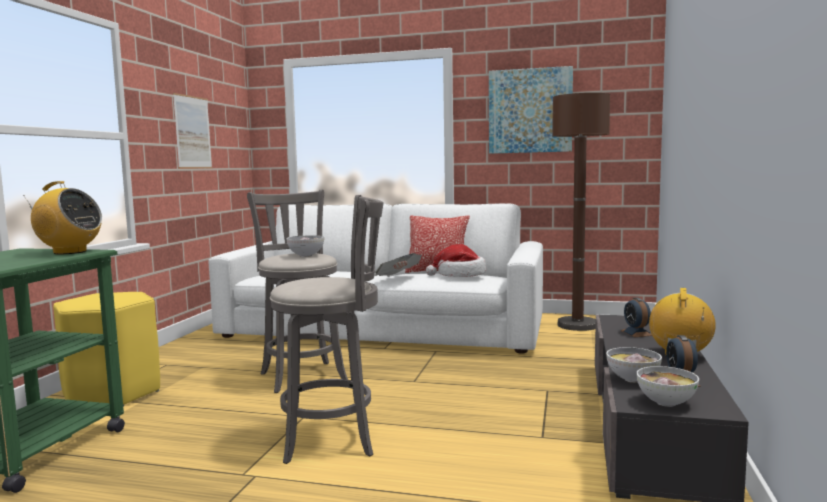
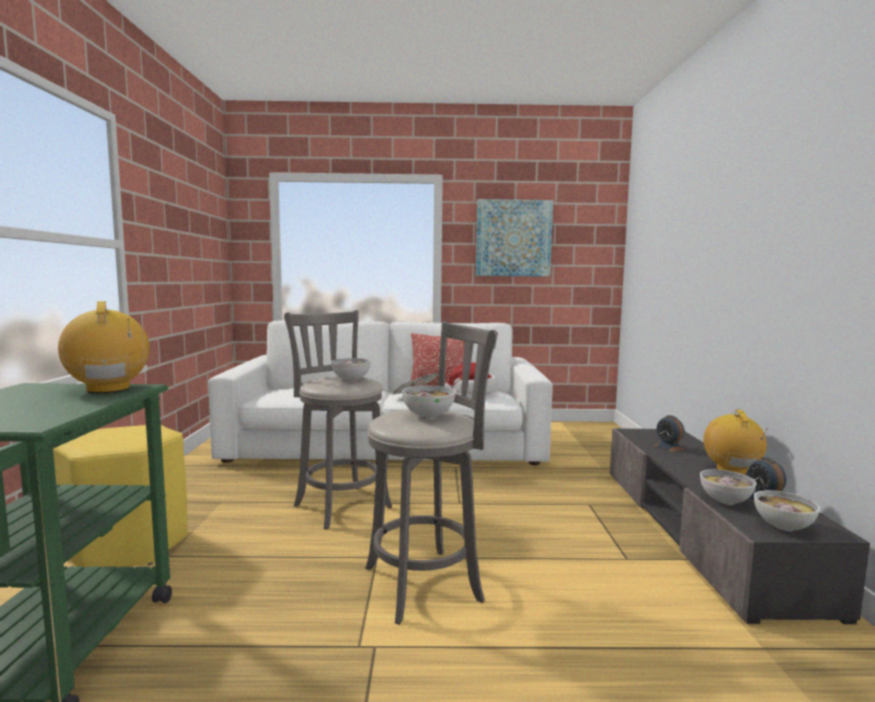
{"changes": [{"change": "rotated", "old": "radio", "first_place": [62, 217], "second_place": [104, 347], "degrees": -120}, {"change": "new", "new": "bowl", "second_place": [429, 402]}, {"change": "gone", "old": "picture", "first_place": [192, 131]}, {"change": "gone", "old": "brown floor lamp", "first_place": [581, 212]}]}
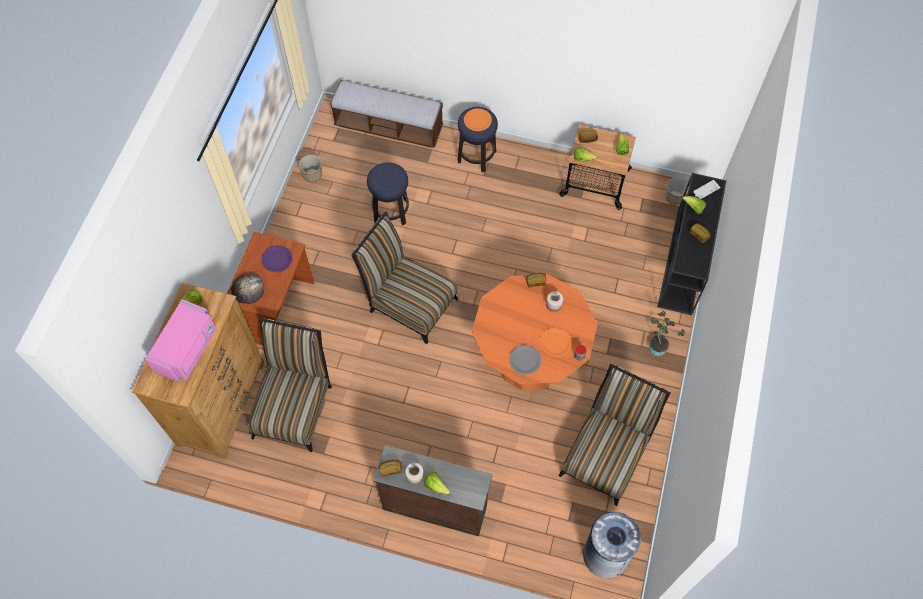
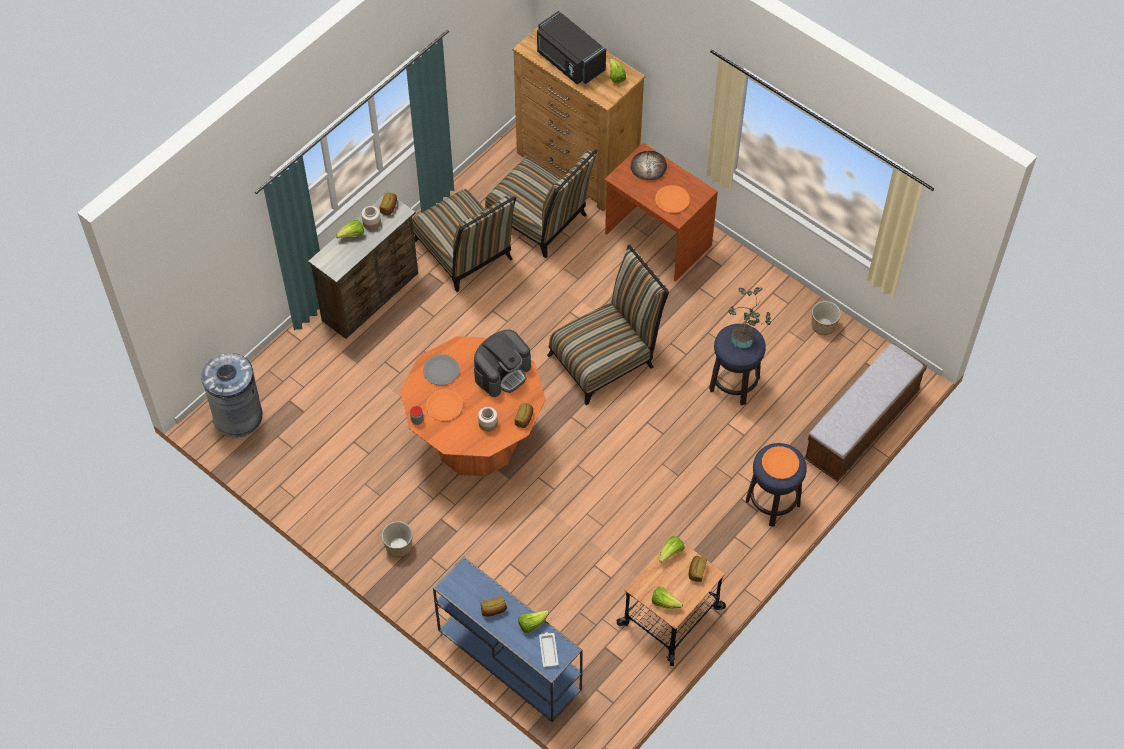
{"changes": [{"change": "shifted", "old": "planter", "first_place": [677, 191], "second_place": [397, 539]}, {"change": "shifted", "old": "chair", "first_place": [614, 435], "second_place": [464, 240]}, {"change": "repainted", "old": "black console table", "new": "blue console table", "first_place": [692, 244], "second_place": [508, 639]}, {"change": "new", "new": "coffee machine", "second_place": [502, 363]}, {"change": "repainted", "old": "pink microwave", "new": "black microwave", "first_place": [181, 340], "second_place": [571, 48]}, {"change": "repainted", "old": "purple plate", "new": "orange plate", "first_place": [277, 258], "second_place": [672, 199]}, {"change": "shifted", "old": "potted plant", "first_place": [667, 333], "second_place": [749, 318]}]}
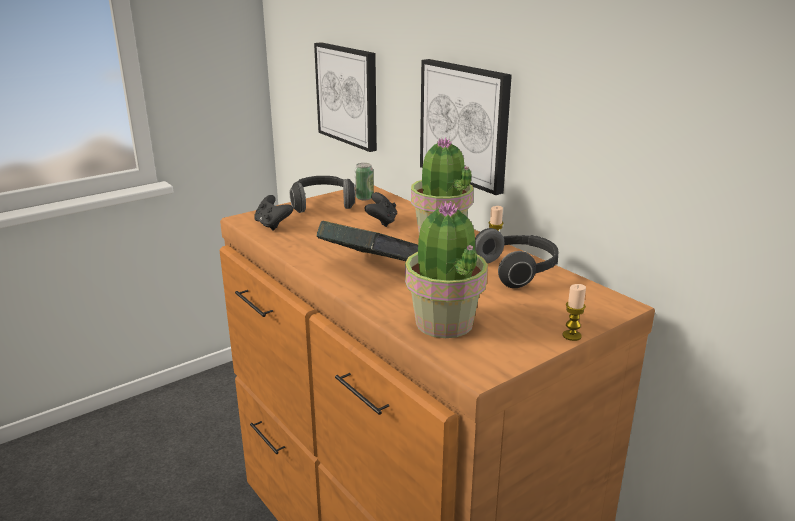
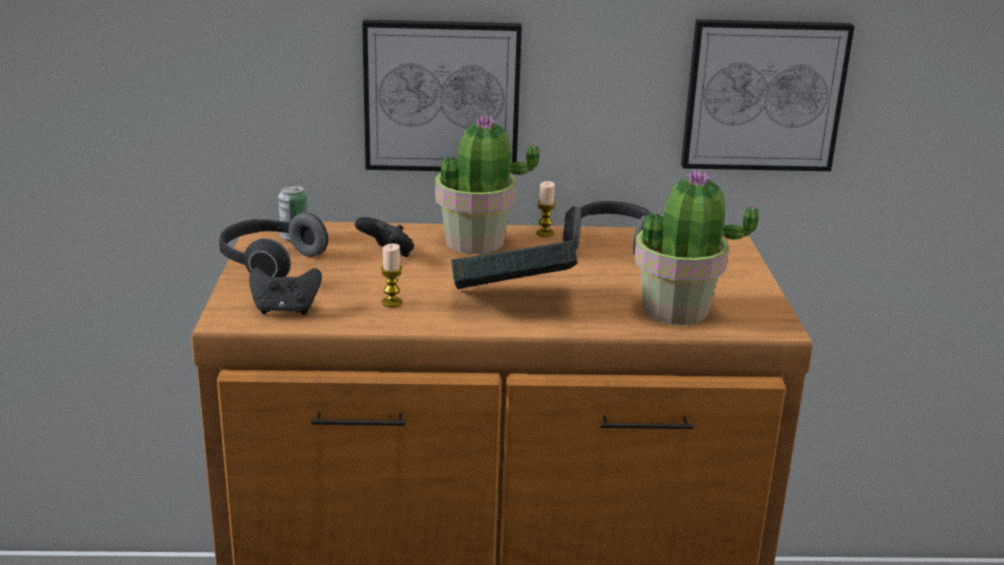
{"changes": [{"change": "shifted", "old": "candle", "first_place": [574, 312], "second_place": [391, 275]}, {"change": "shifted", "old": "picture", "first_place": [345, 97], "second_place": [768, 95]}]}
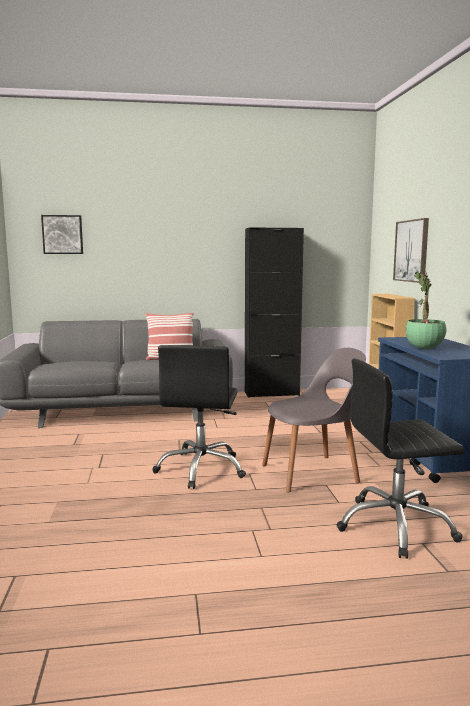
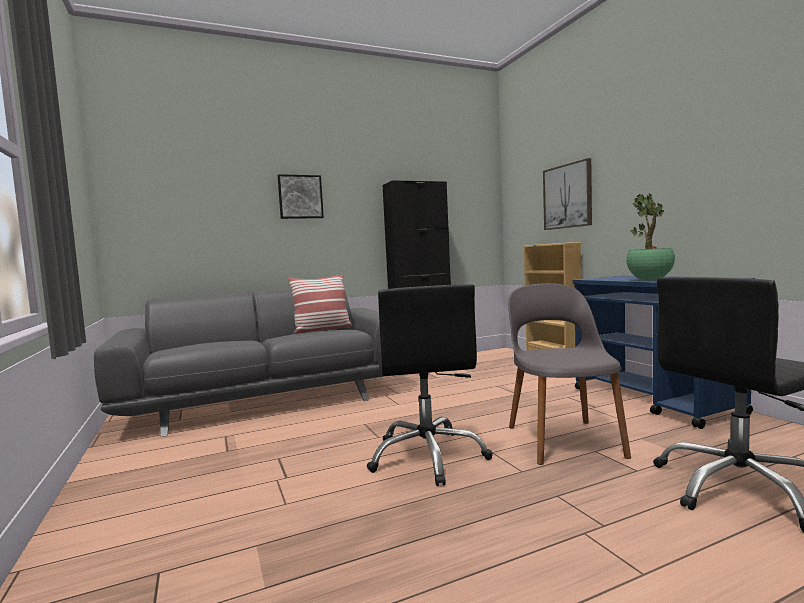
{"changes": [{"change": "shifted", "old": "picture", "first_place": [62, 234], "second_place": [300, 196]}, {"change": "rotated", "old": "grey chair", "first_place": [314, 420], "second_place": [569, 374], "degrees": -60}]}
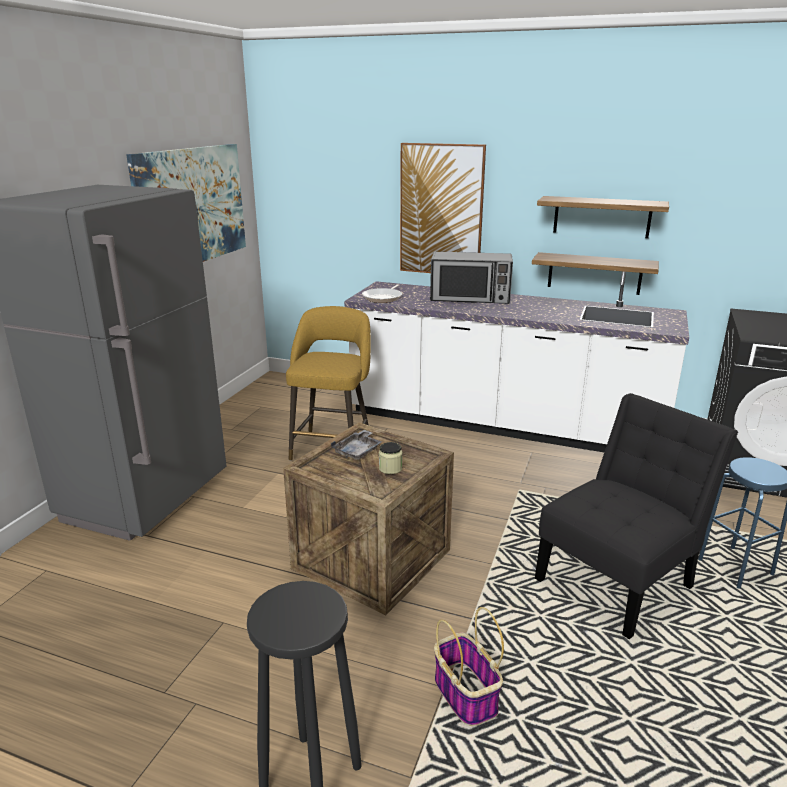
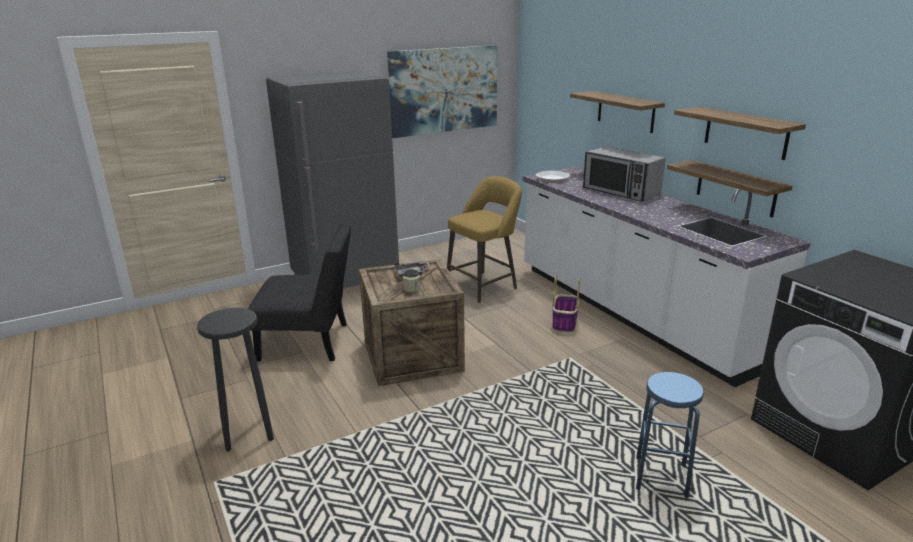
{"changes": [{"change": "shifted", "old": "black chair", "first_place": [636, 516], "second_place": [300, 292]}, {"change": "shifted", "old": "basket", "first_place": [469, 666], "second_place": [566, 304]}, {"change": "swapped", "old": "picture", "new": "shelf", "first_place": [443, 208], "second_place": [617, 112]}]}
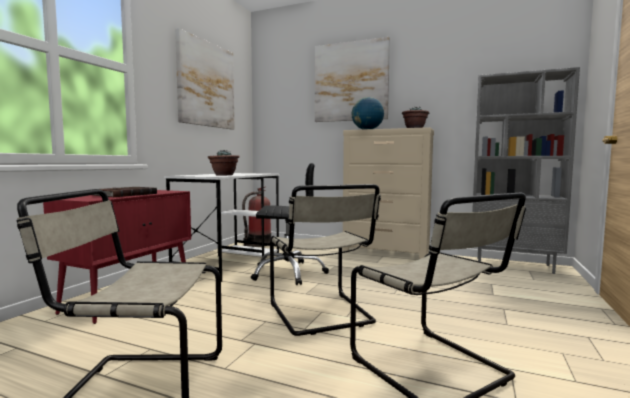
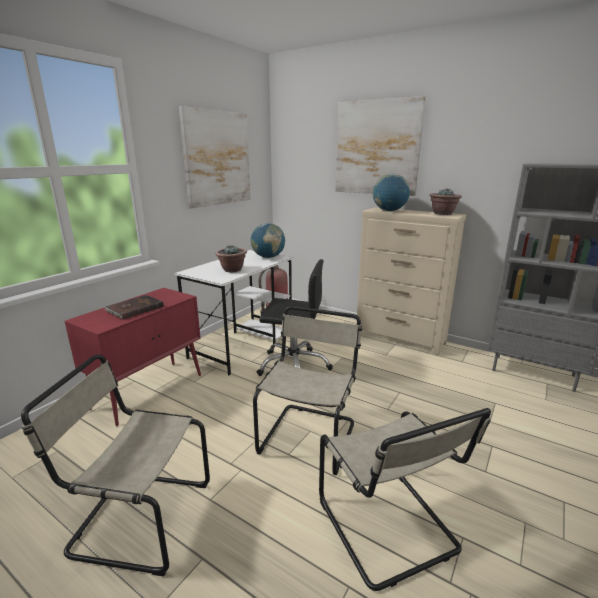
{"changes": [{"change": "new", "new": "globe", "second_place": [268, 240]}, {"change": "rotated", "old": "beige chair", "first_place": [325, 260], "second_place": [308, 390], "degrees": -150}]}
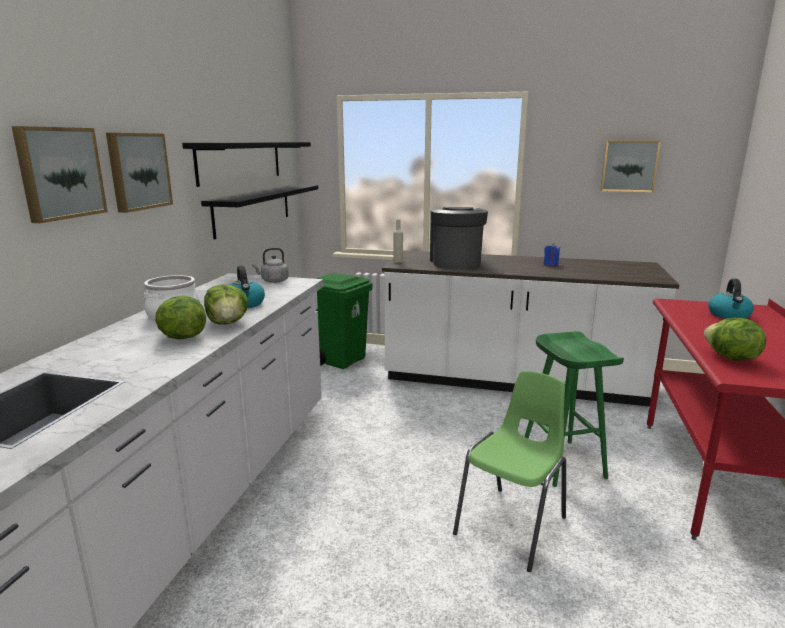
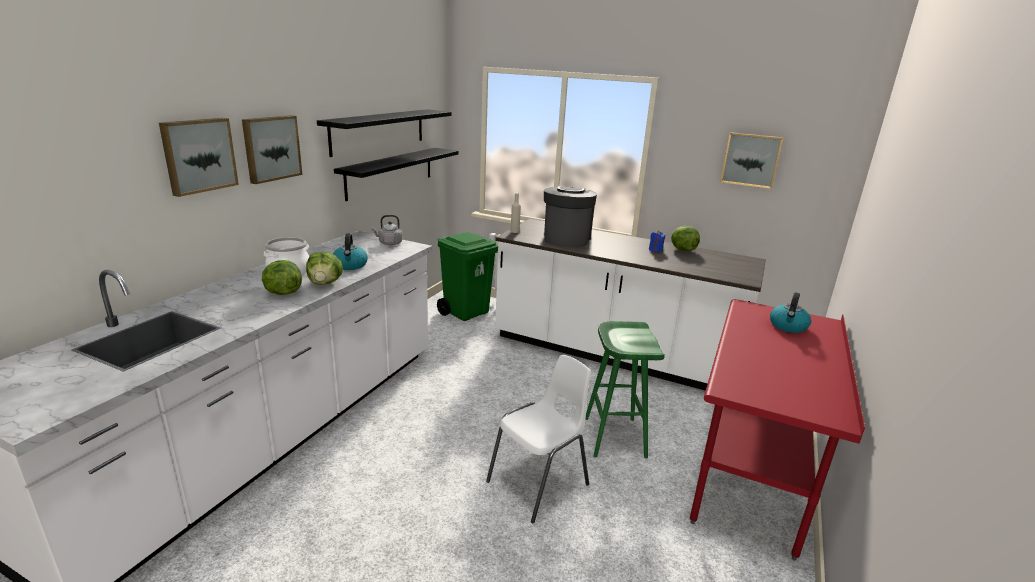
{"changes": [{"change": "repainted", "old": "green chair", "new": "white chair", "first_place": [509, 471], "second_place": [538, 439]}, {"change": "shifted", "old": "lettuce", "first_place": [735, 339], "second_place": [685, 238]}]}
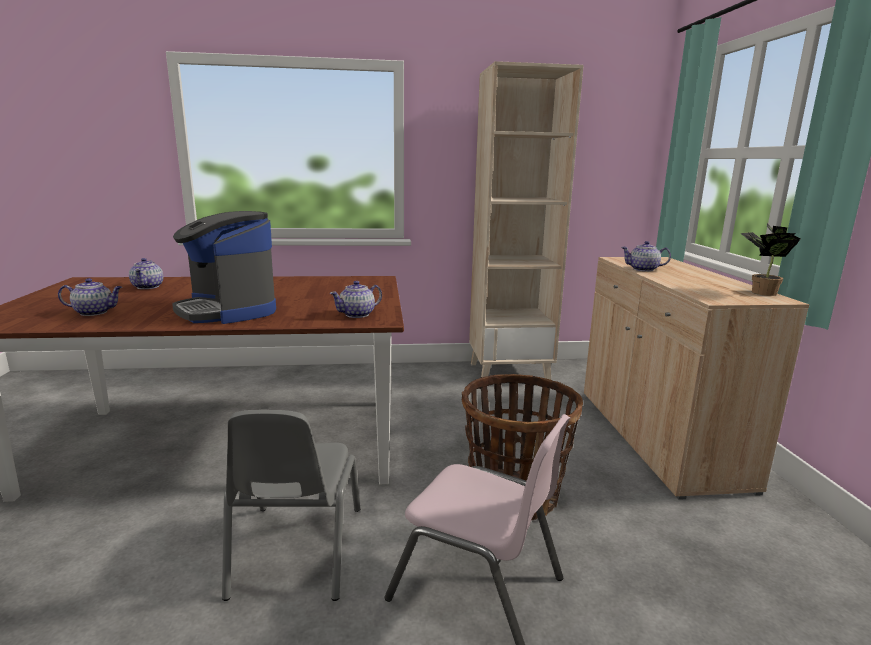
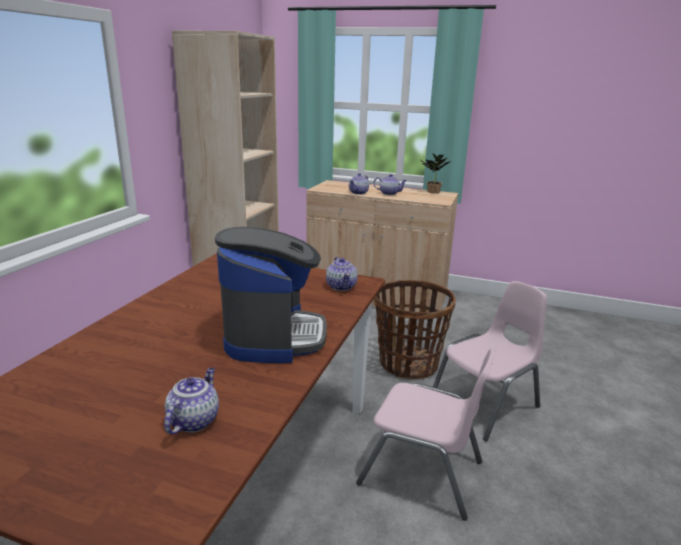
{"changes": [{"change": "rotated", "old": "coffee machine", "first_place": [224, 267], "second_place": [271, 295], "degrees": -75}, {"change": "repainted", "old": "grey chair", "new": "pink chair", "first_place": [291, 505], "second_place": [426, 434]}, {"change": "shifted", "old": "teapot", "first_place": [146, 273], "second_place": [390, 184]}]}
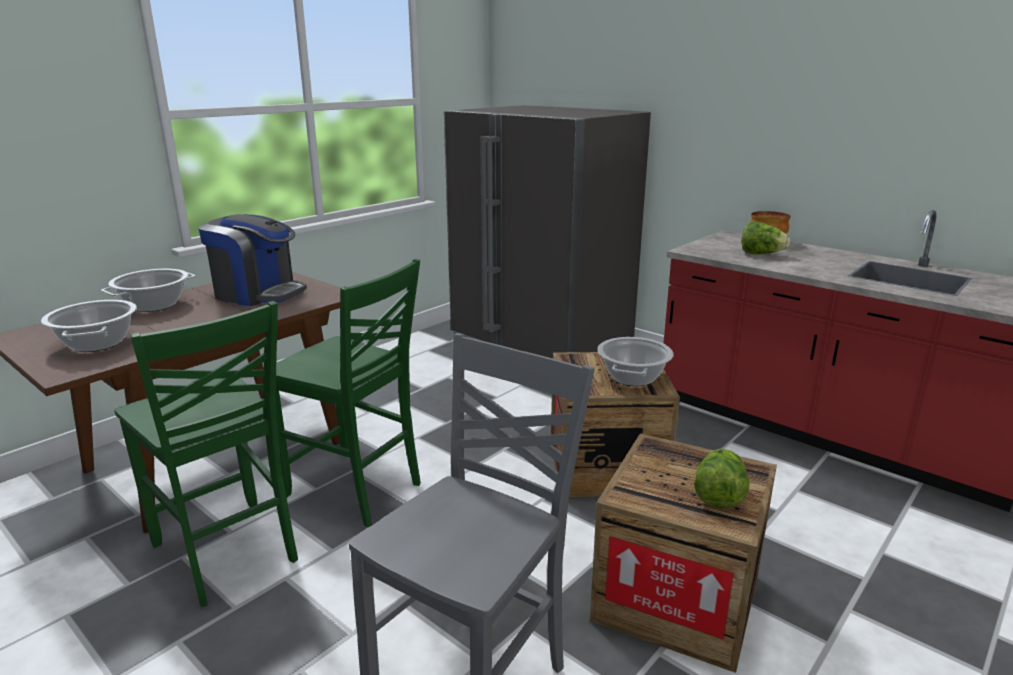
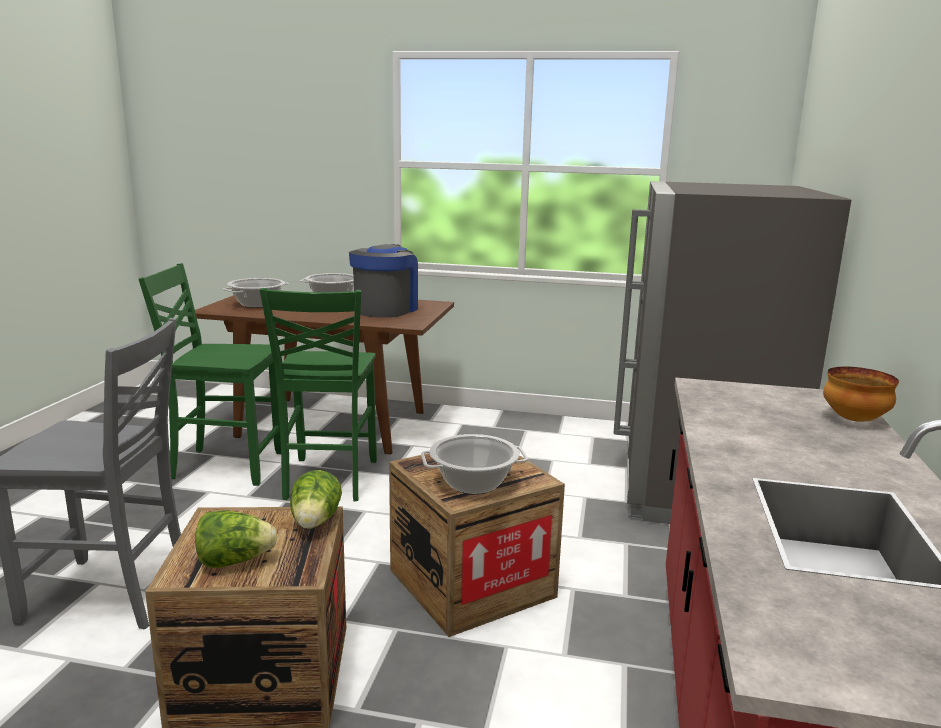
{"changes": [{"change": "rotated", "old": "green chair", "first_place": [206, 454], "second_place": [210, 374], "degrees": 75}, {"change": "shifted", "old": "lettuce", "first_place": [766, 238], "second_place": [316, 499]}, {"change": "rotated", "old": "coffee machine", "first_place": [252, 260], "second_place": [383, 281], "degrees": -150}]}
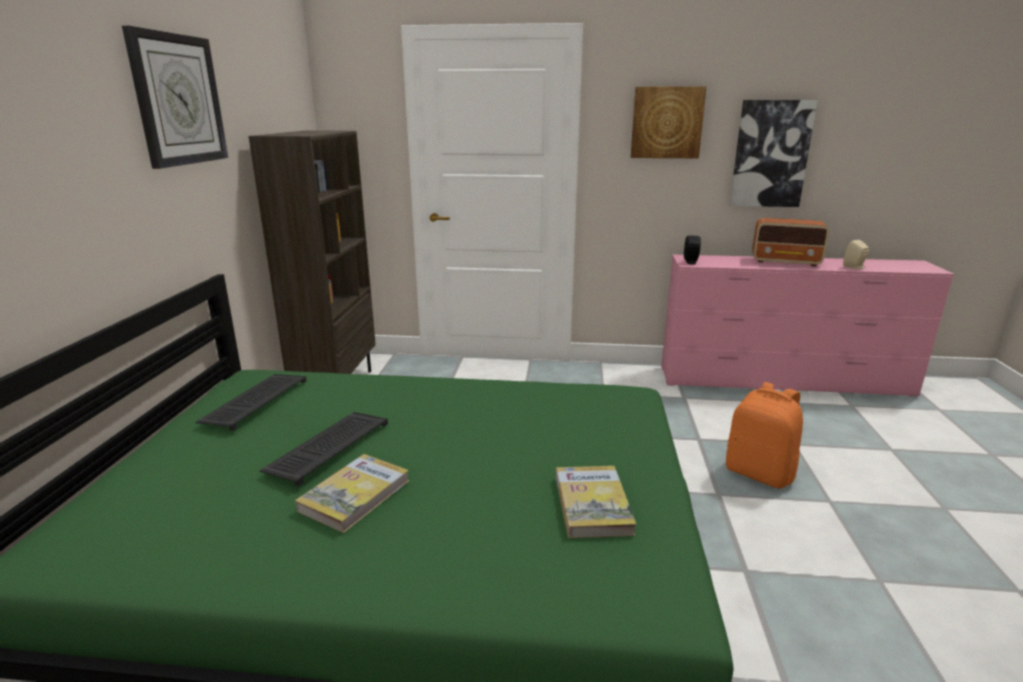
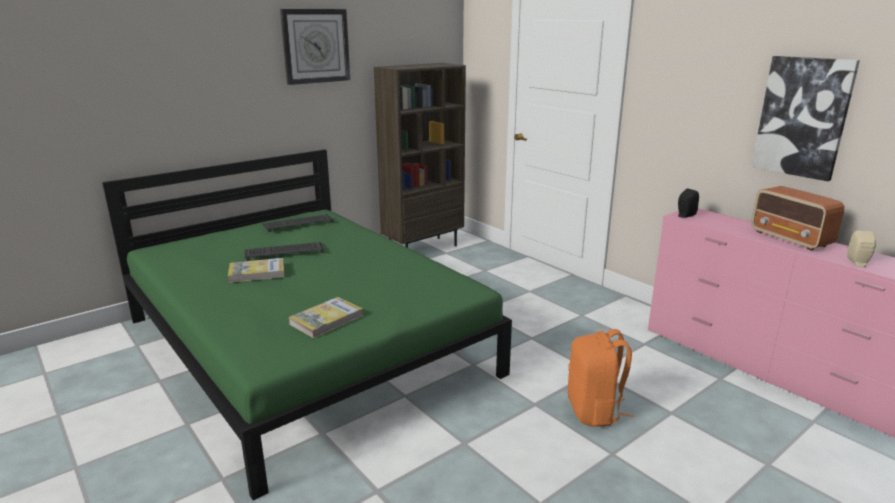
{"changes": [{"change": "gone", "old": "picture", "first_place": [669, 122]}]}
